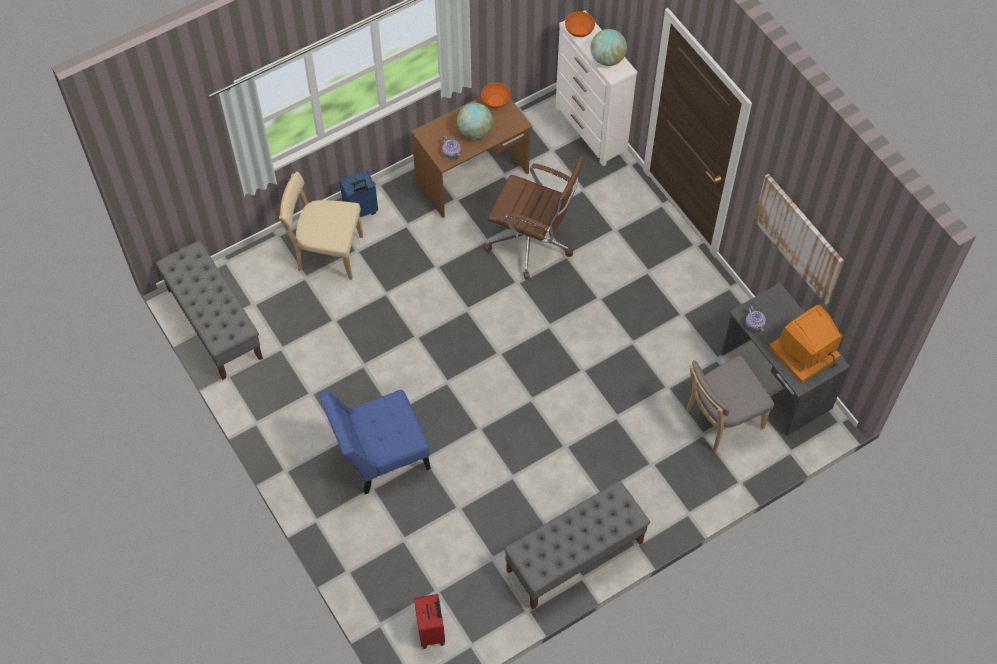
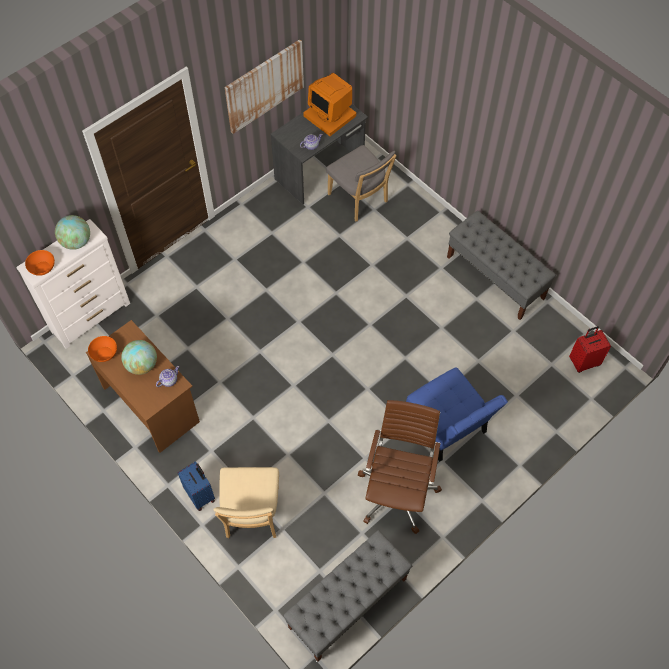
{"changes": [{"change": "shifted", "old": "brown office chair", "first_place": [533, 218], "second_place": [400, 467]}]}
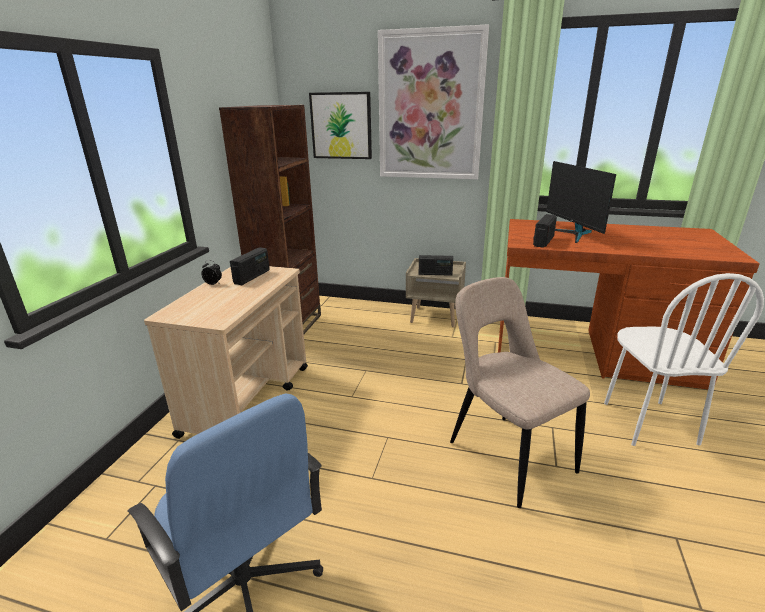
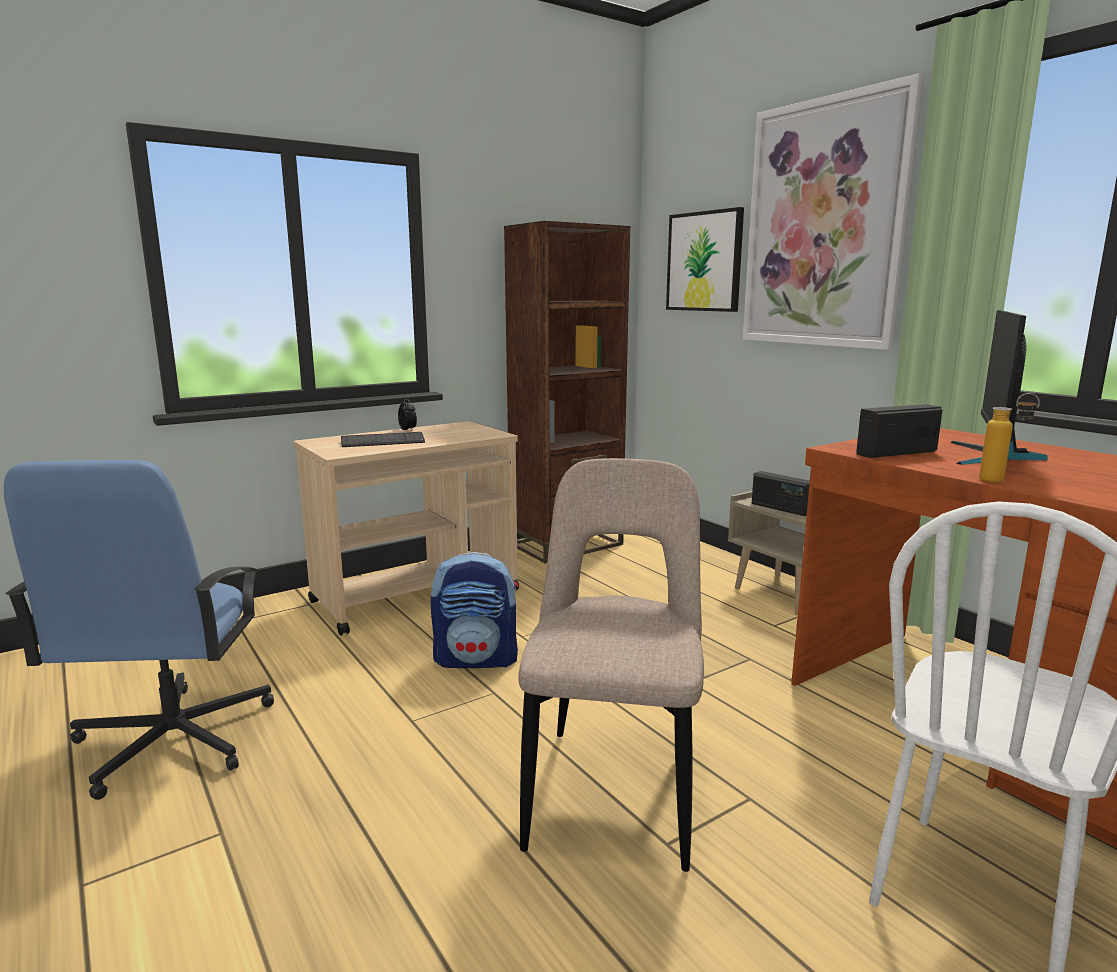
{"changes": [{"change": "new", "new": "keyboard", "second_place": [383, 439]}, {"change": "new", "new": "backpack", "second_place": [474, 610]}, {"change": "new", "new": "bottle", "second_place": [1009, 438]}, {"change": "gone", "old": "radio", "first_place": [250, 266]}]}
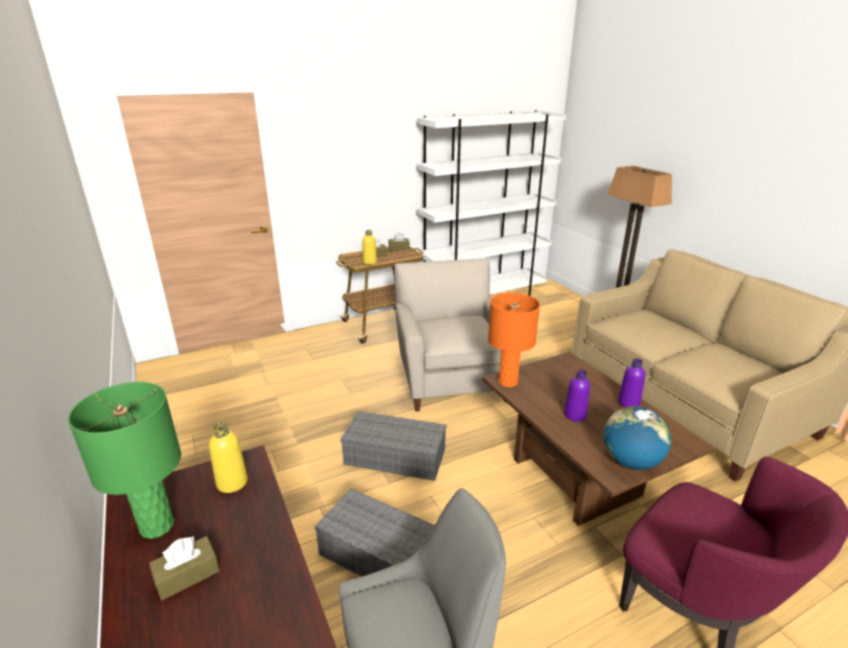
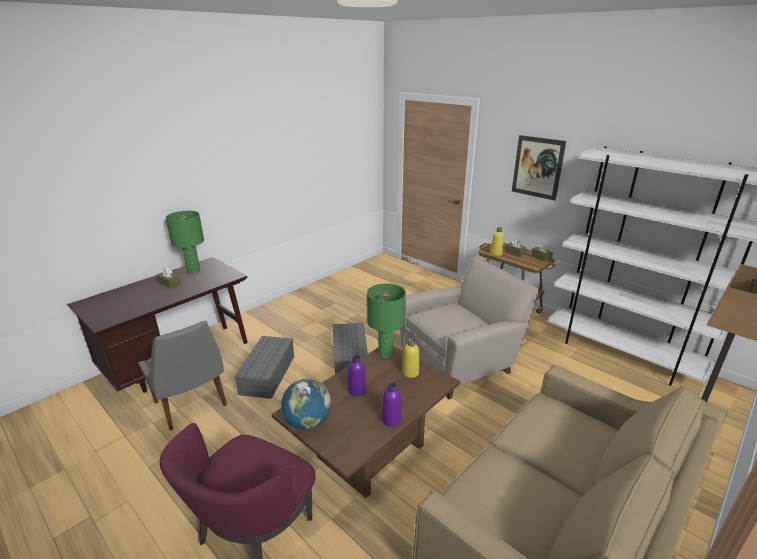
{"changes": [{"change": "repainted", "old": "orange table lamp", "new": "green table lamp", "first_place": [514, 340], "second_place": [386, 320]}, {"change": "shifted", "old": "yellow bottle", "first_place": [228, 457], "second_place": [410, 358]}, {"change": "new", "new": "picture", "second_place": [539, 167]}]}
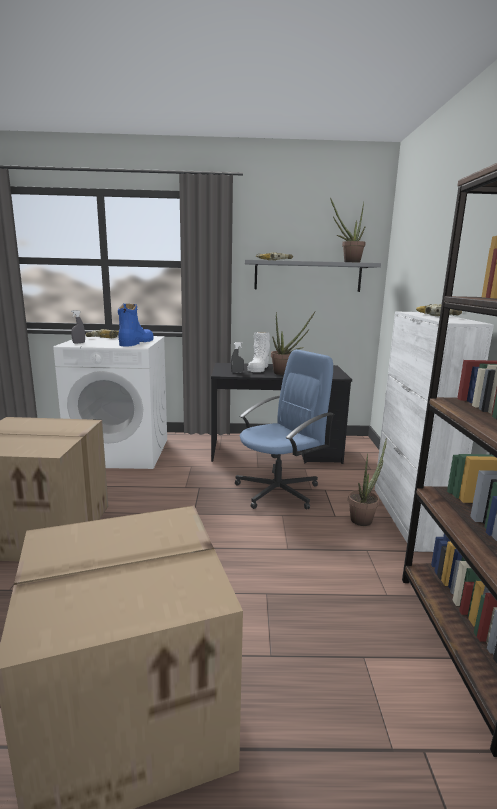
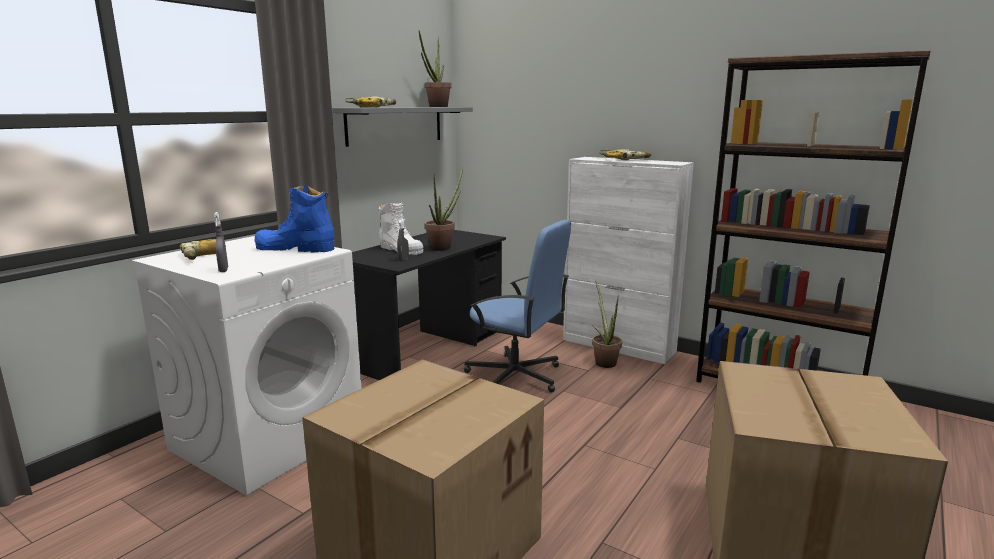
{"changes": [{"change": "rotated", "old": "blue boot", "first_place": [136, 325], "second_place": [294, 219], "degrees": -45}, {"change": "rotated", "old": "blue office chair", "first_place": [284, 429], "second_place": [517, 306], "degrees": 120}]}
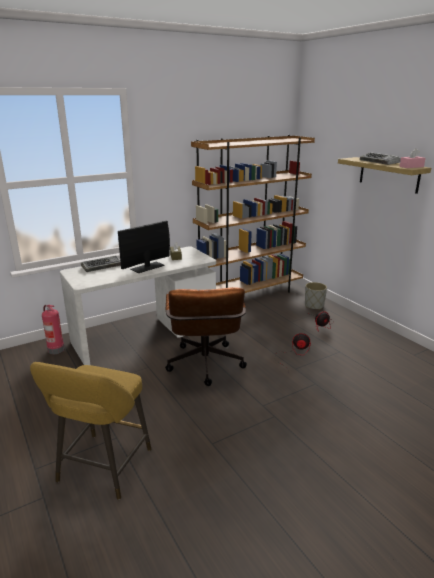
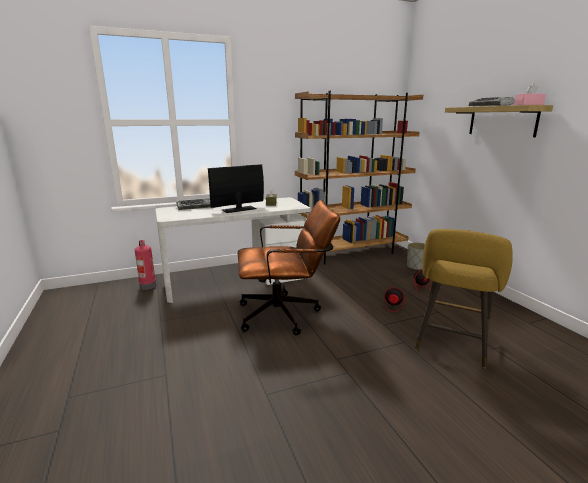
{"changes": [{"change": "rotated", "old": "brown office chair", "first_place": [206, 336], "second_place": [289, 267], "degrees": -105}, {"change": "shifted", "old": "yellow stool", "first_place": [90, 431], "second_place": [464, 298]}]}
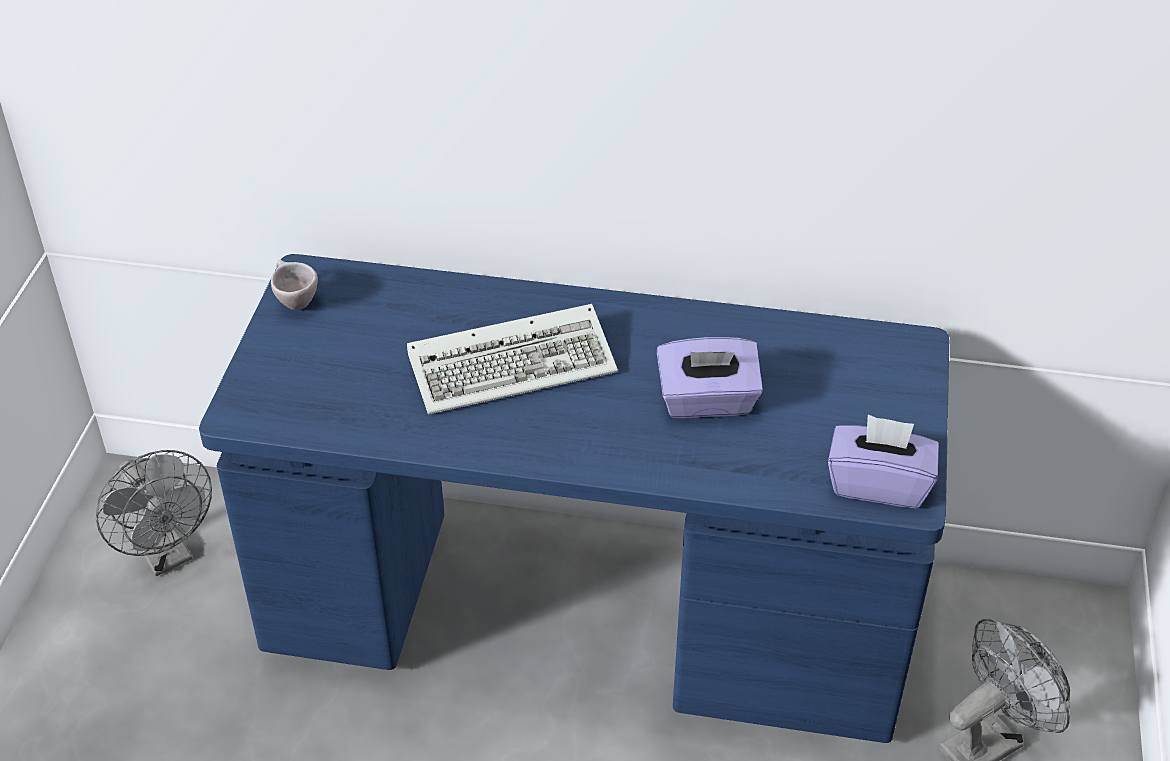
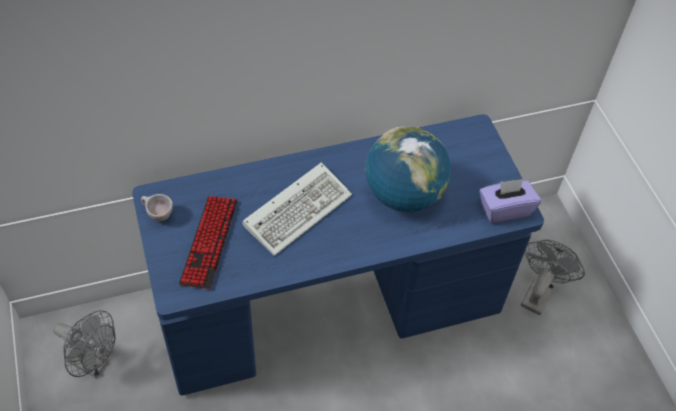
{"changes": [{"change": "new", "new": "keyboard", "second_place": [208, 242]}, {"change": "swapped", "old": "purple tissue box", "new": "globe", "first_place": [709, 377], "second_place": [408, 169]}]}
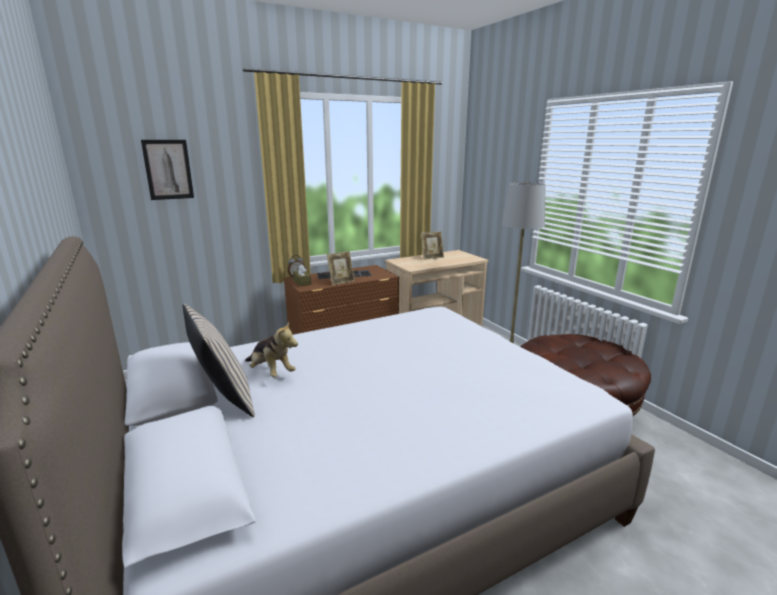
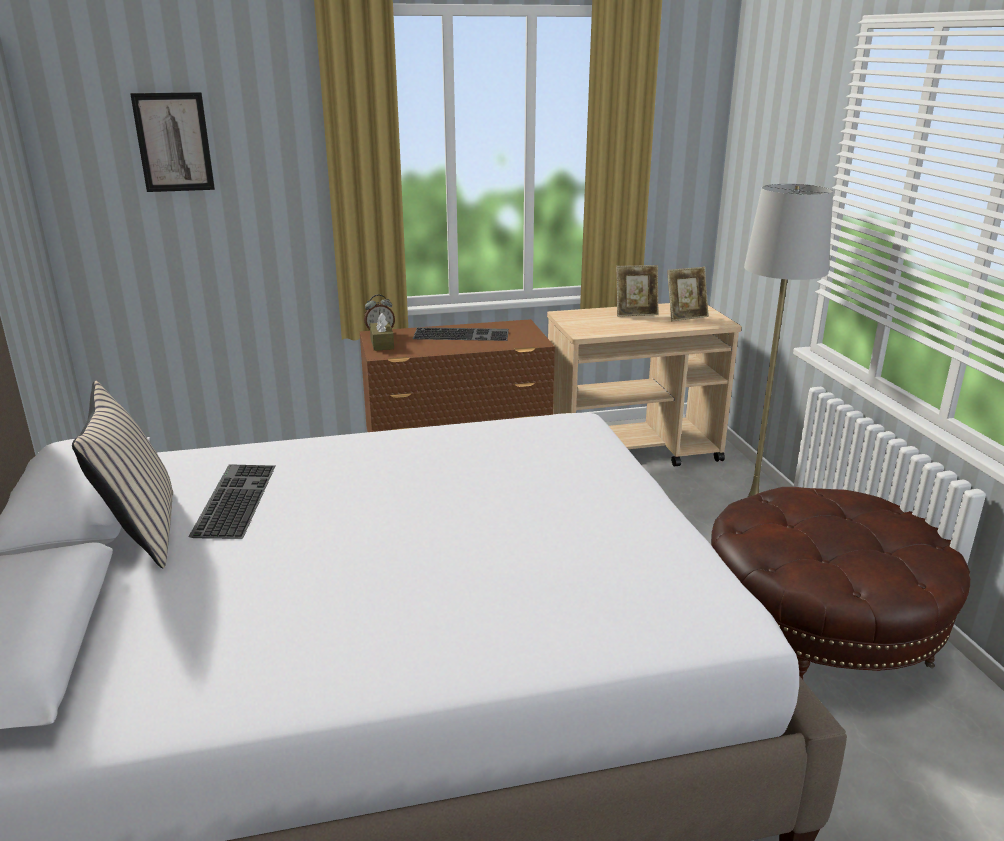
{"changes": [{"change": "swapped", "old": "plush toy", "new": "keyboard", "first_place": [271, 349], "second_place": [231, 501]}, {"change": "shifted", "old": "picture frame", "first_place": [341, 268], "second_place": [688, 294]}]}
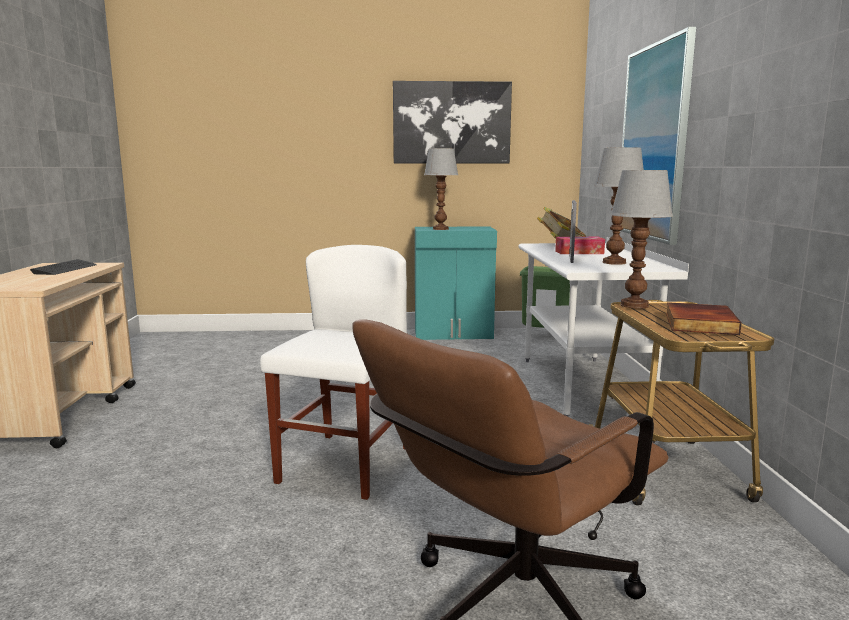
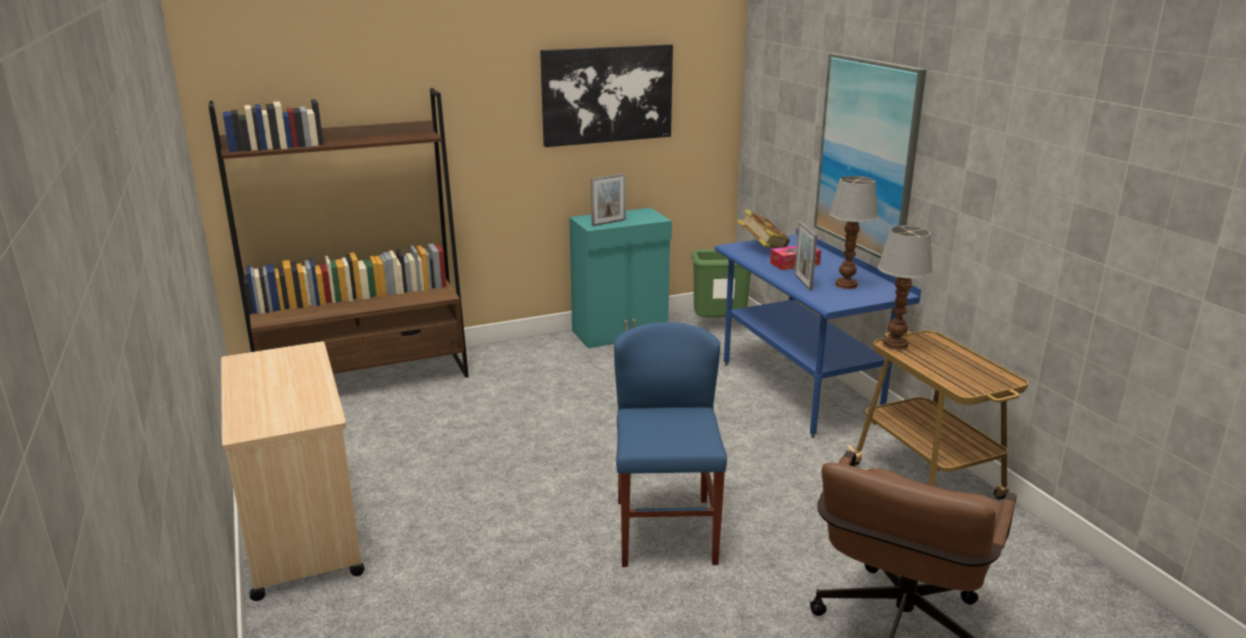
{"changes": [{"change": "new", "new": "brown bookcase", "second_place": [339, 233]}, {"change": "swapped", "old": "table lamp", "new": "picture frame", "first_place": [441, 189], "second_place": [608, 199]}, {"change": "repainted", "old": "white chair", "new": "blue chair", "first_place": [333, 372], "second_place": [670, 444]}, {"change": "repainted", "old": "white desk", "new": "blue desk", "first_place": [603, 327], "second_place": [817, 333]}, {"change": "gone", "old": "keyboard", "first_place": [63, 267]}, {"change": "gone", "old": "book", "first_place": [704, 318]}]}
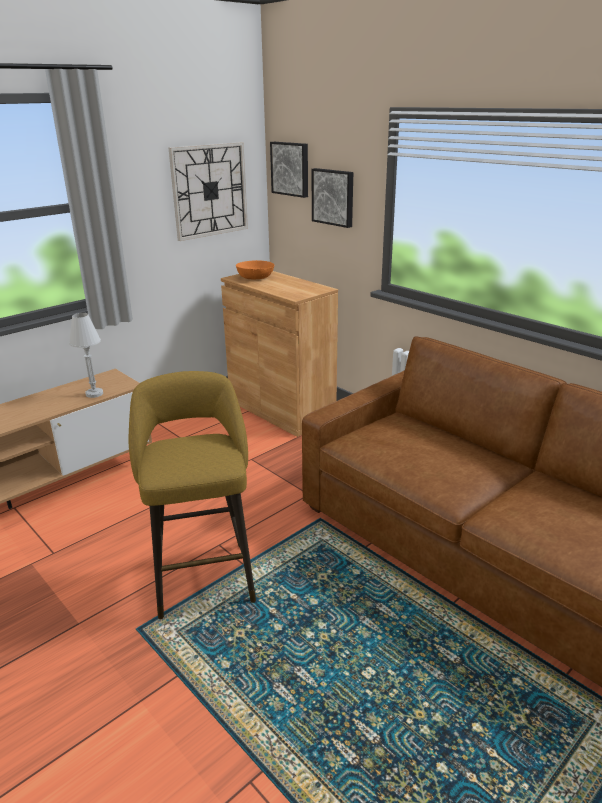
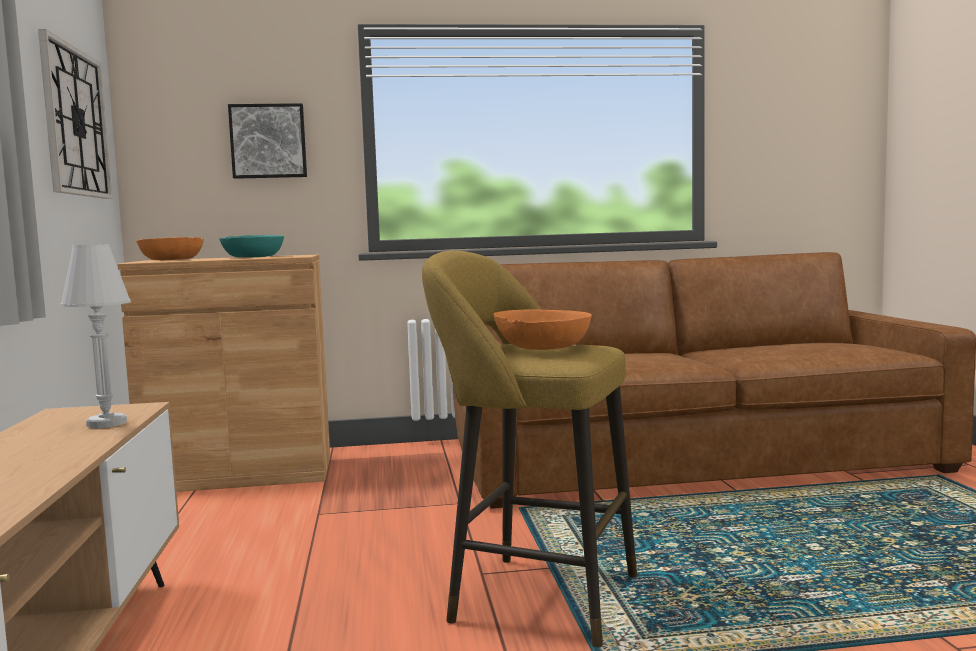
{"changes": [{"change": "new", "new": "turquoise bowl", "second_place": [251, 246]}, {"change": "new", "new": "orange bowl", "second_place": [542, 329]}, {"change": "gone", "old": "picture", "first_place": [289, 170]}]}
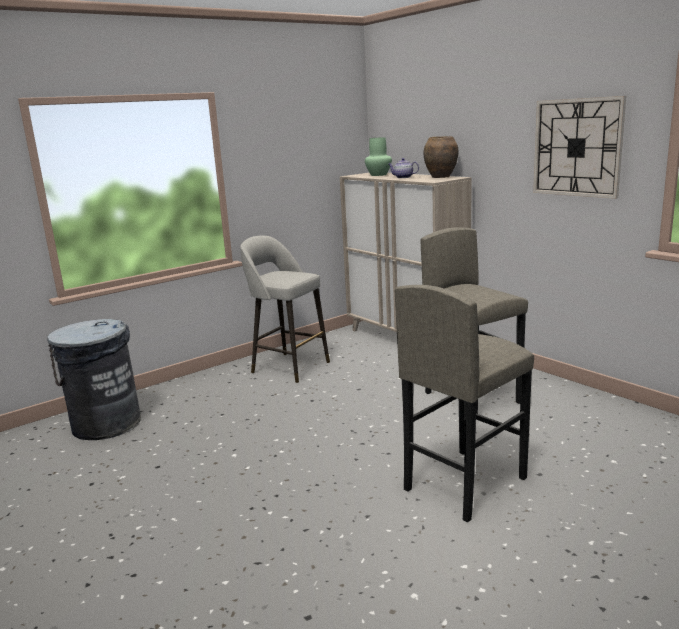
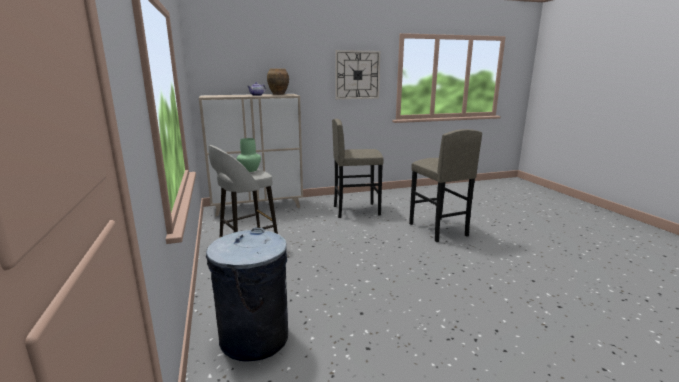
{"changes": [{"change": "shifted", "old": "green vase", "first_place": [378, 156], "second_place": [249, 155]}]}
